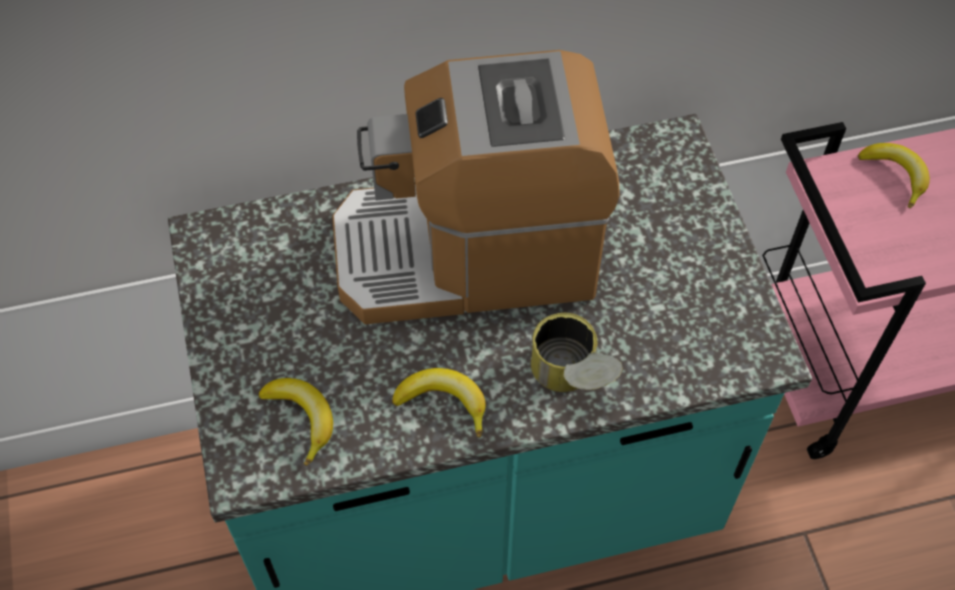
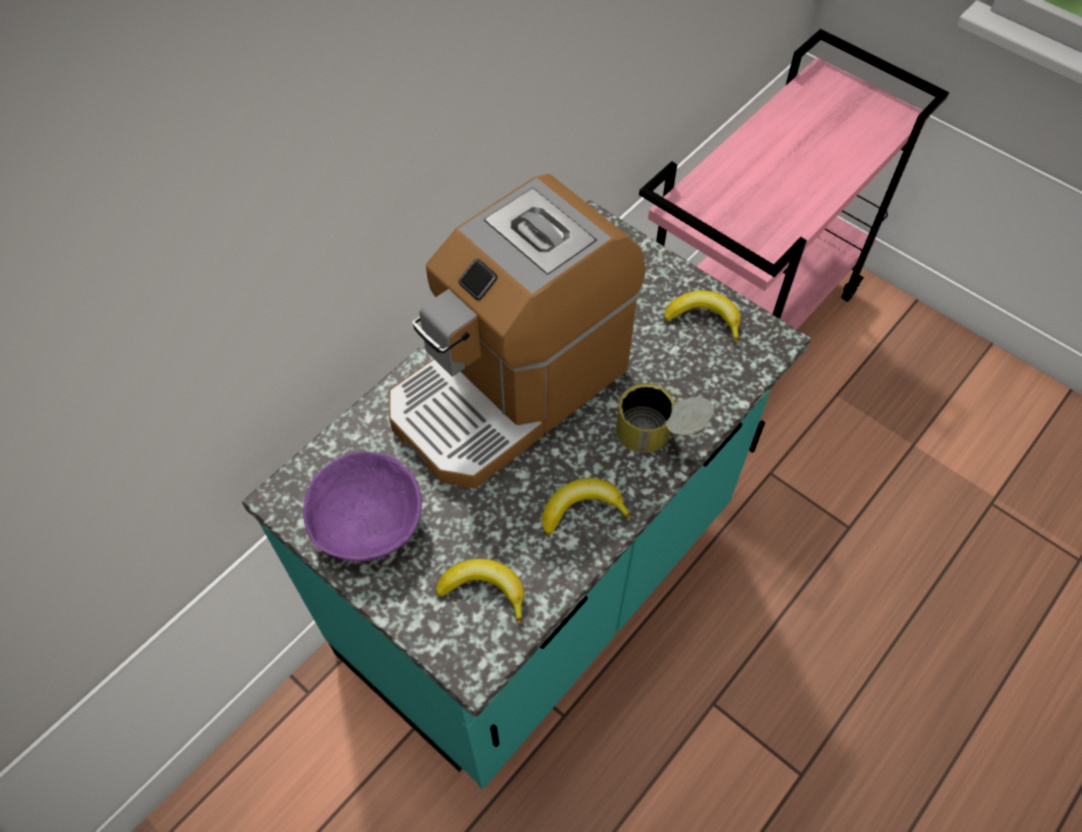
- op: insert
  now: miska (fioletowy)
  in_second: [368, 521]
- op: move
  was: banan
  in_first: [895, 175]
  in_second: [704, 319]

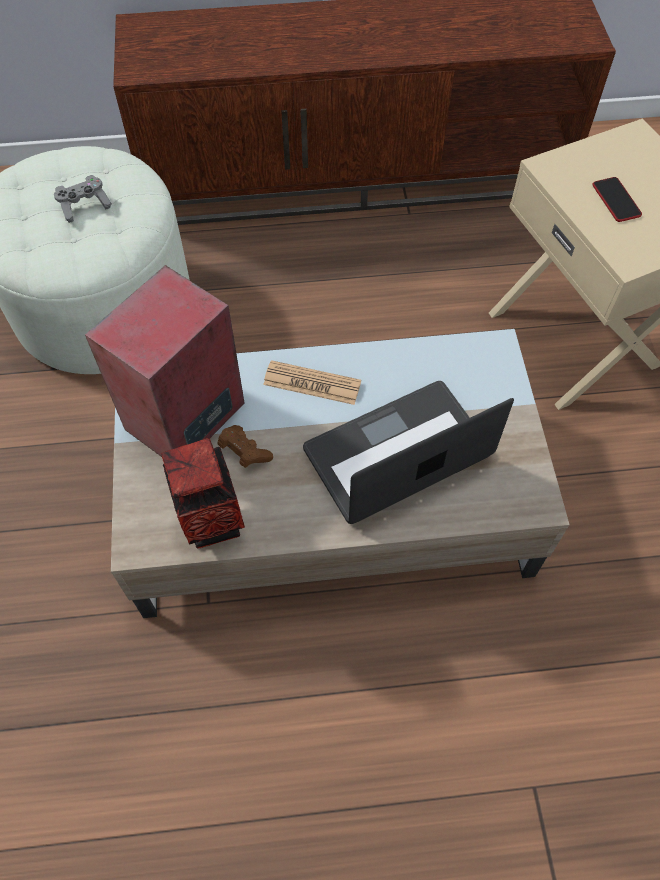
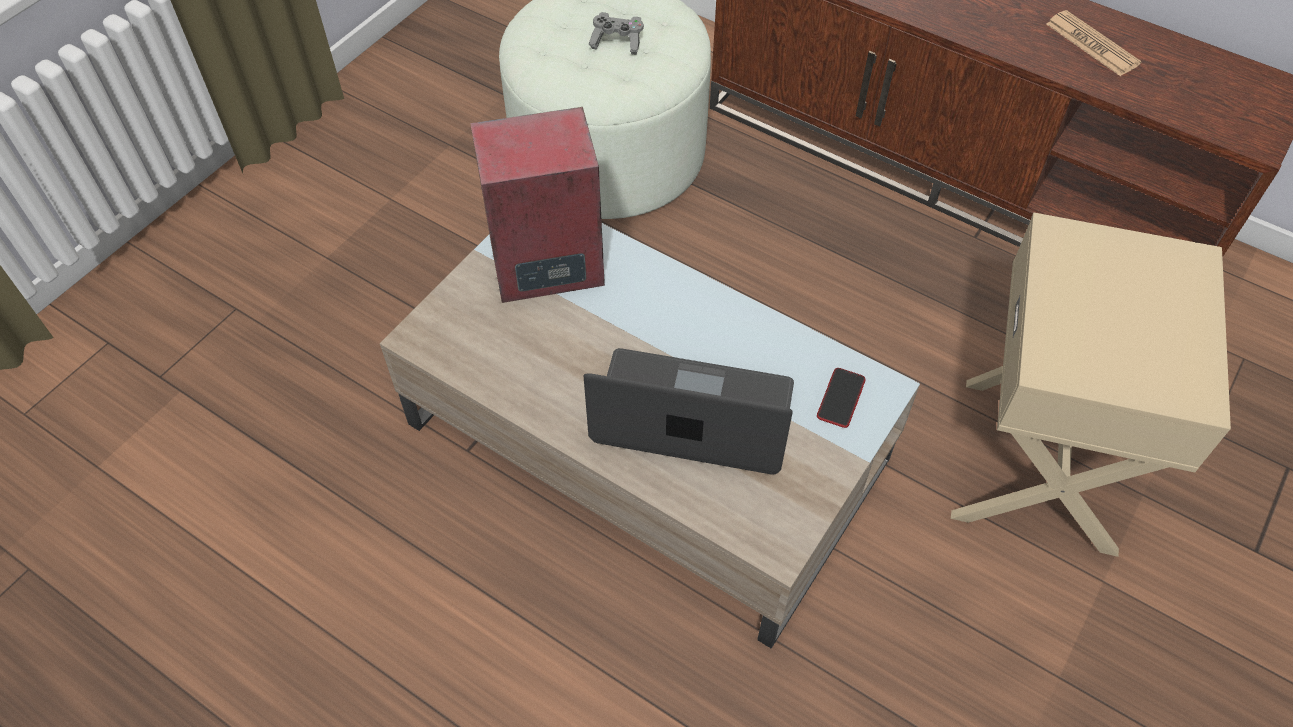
- op: delete
  was: wazon
  in_first: [212, 524]
- op: delete
  was: pad do gier (brązowy)
  in_first: [244, 452]
- op: move
  was: gazeta
  in_first: [312, 383]
  in_second: [1092, 44]
- op: move
  was: telefon
  in_first: [616, 200]
  in_second: [841, 398]

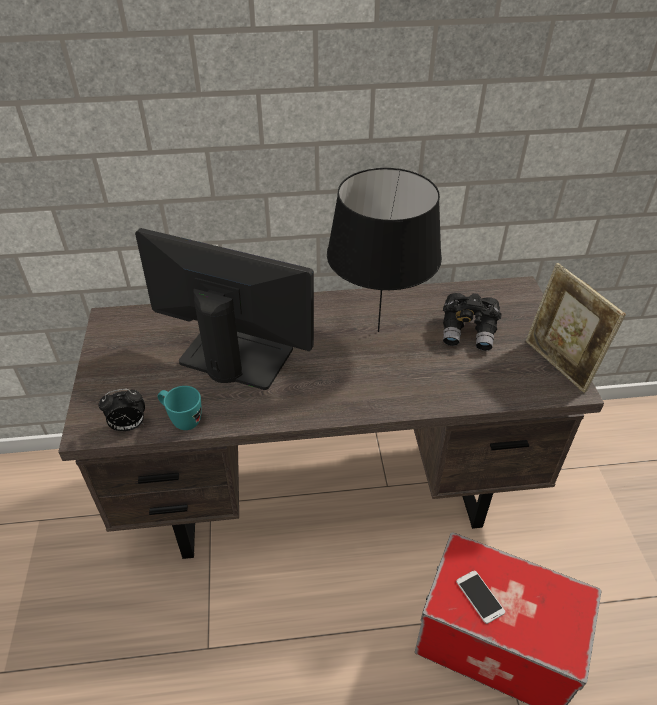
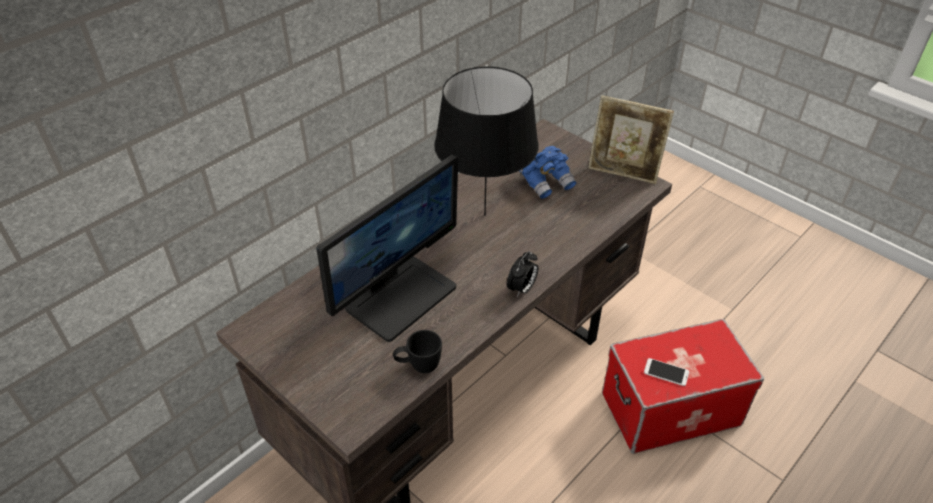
- op: move
  was: budzik
  in_first: [128, 426]
  in_second: [522, 289]
- op: recolor
  was: kubek (turkusowy)
  now: kubek (czarny)
  in_first: [182, 420]
  in_second: [418, 366]
- op: recolor
  was: lornetka (czarny)
  now: lornetka (niebieski)
  in_first: [468, 332]
  in_second: [546, 182]
- op: rotate
  was: monitor
  in_first: [234, 357]
  in_second: [400, 296]
  clockwise: 150

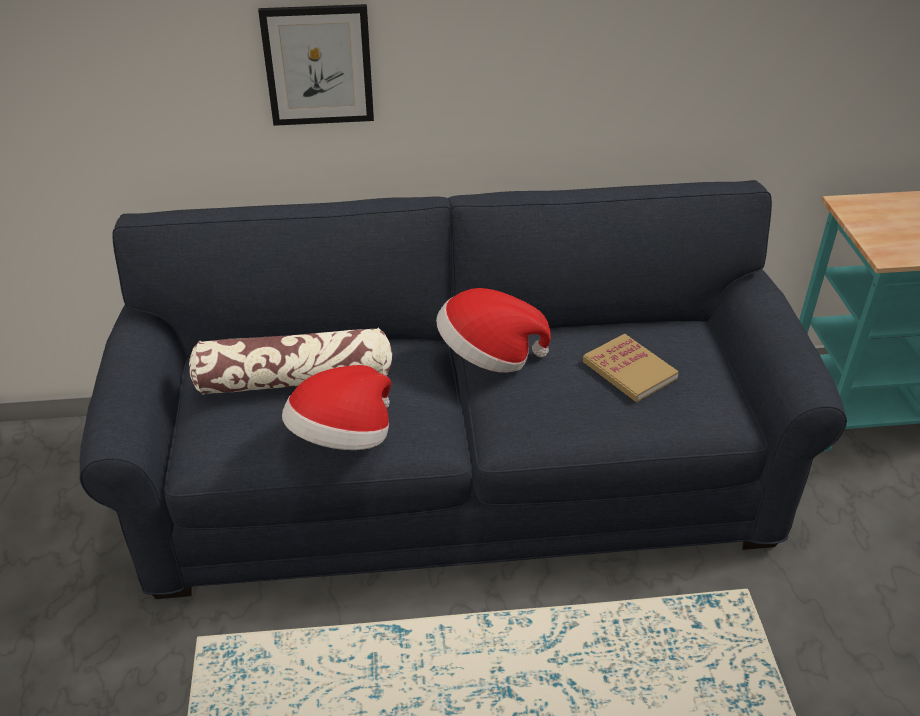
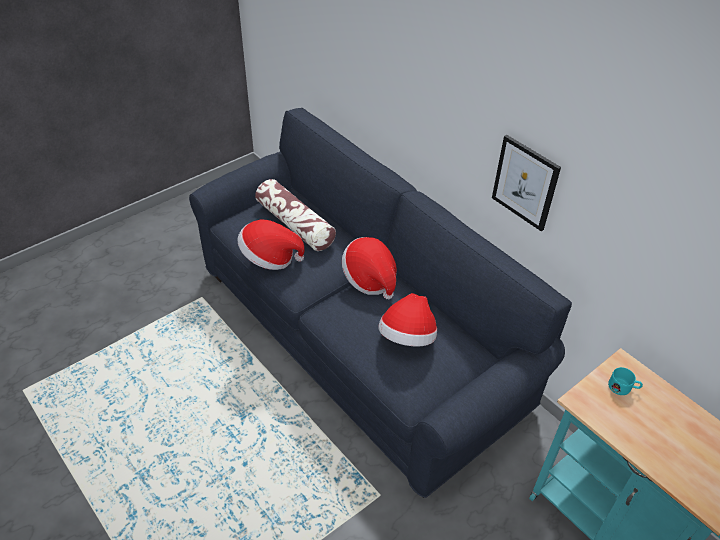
- op: insert
  now: kubek (turkusowy)
  in_second: [623, 388]
- op: move
  was: obraz
  in_first: [318, 65]
  in_second: [525, 182]
- op: replace
  was: książka
  now: kapelusz
  in_first: [629, 370]
  in_second: [407, 338]

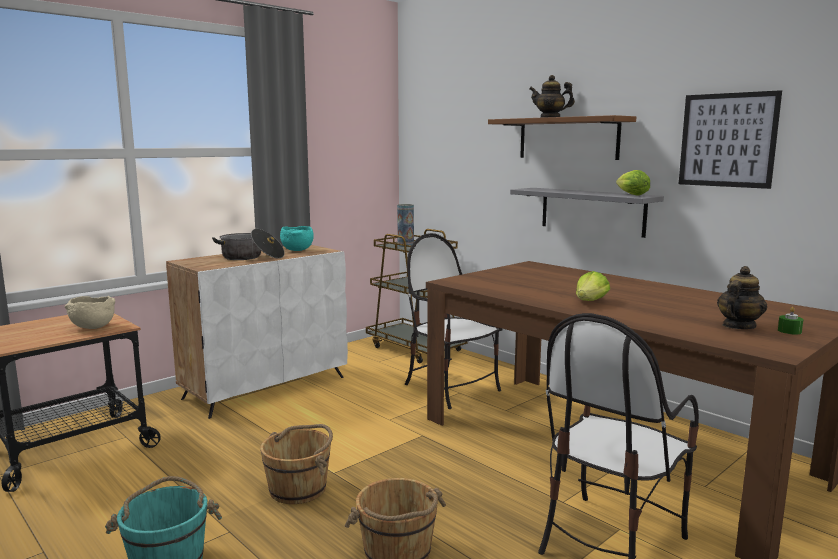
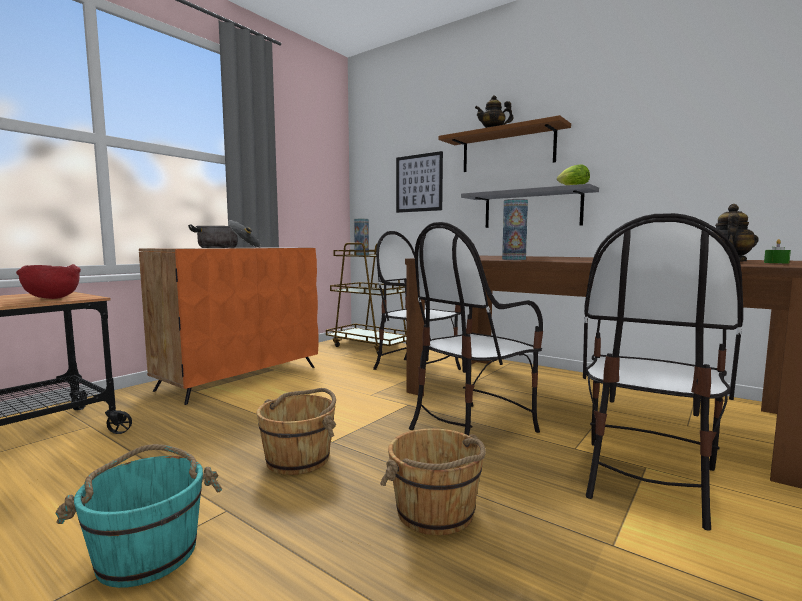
- op: delete
  was: miska (turkusowy)
  in_first: [297, 250]
- op: delete
  was: sałata
  in_first: [590, 302]
- op: insert
  now: krzesło
  in_second: [471, 428]
- op: insert
  now: wazon
  in_second: [513, 259]
- op: move
  was: obraz
  in_first: [727, 140]
  in_second: [419, 183]
- op: recolor
  was: miska (beżowy)
  now: miska (czerwony)
  in_first: [92, 328]
  in_second: [51, 298]
- op: recolor
  was: szafka (biały)
  now: szafka (pomarańczowy)
  in_first: [266, 387]
  in_second: [241, 378]

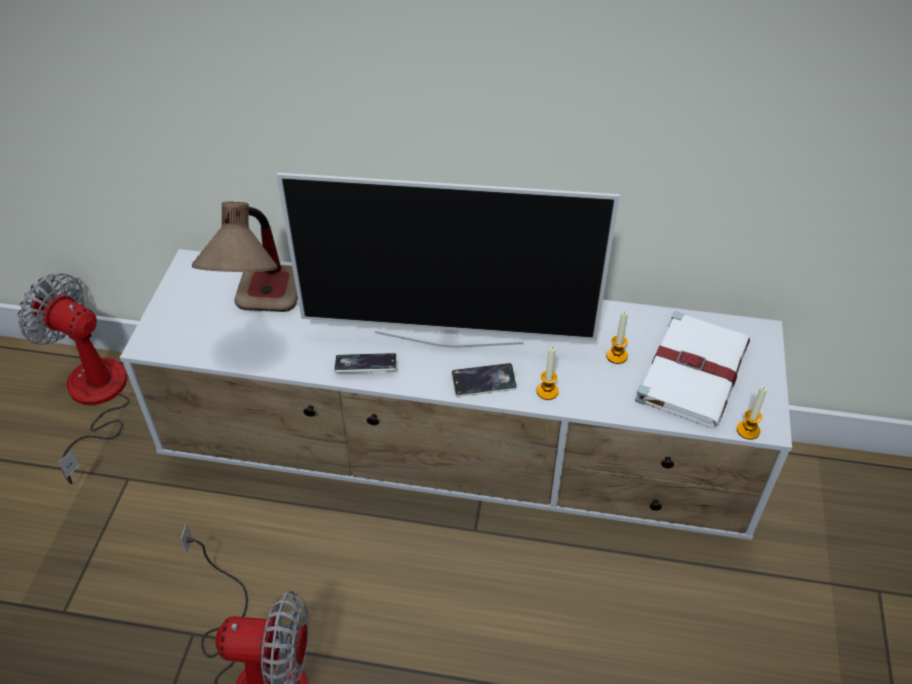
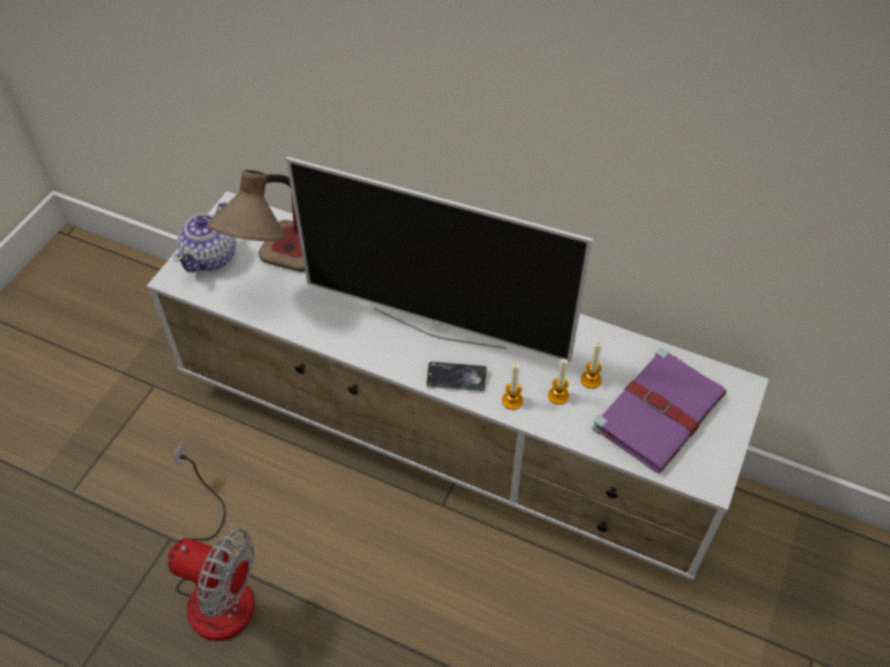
- op: delete
  was: wentylator
  in_first: [94, 400]
- op: delete
  was: telefon
  in_first: [366, 365]
- op: insert
  now: imbryk
  in_second: [211, 257]
- op: move
  was: świeca
  in_first: [748, 430]
  in_second: [558, 396]
- op: recolor
  was: książka (biały)
  now: książka (fioletowy)
  in_first: [693, 370]
  in_second: [659, 410]

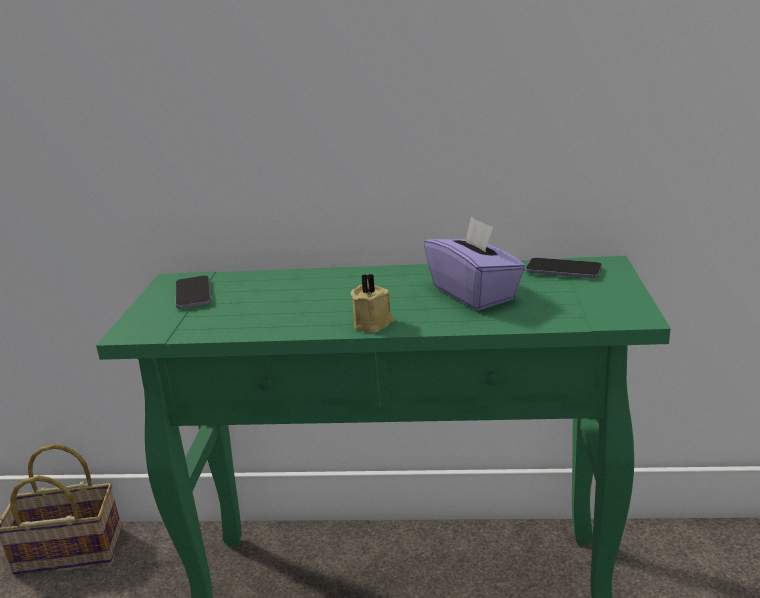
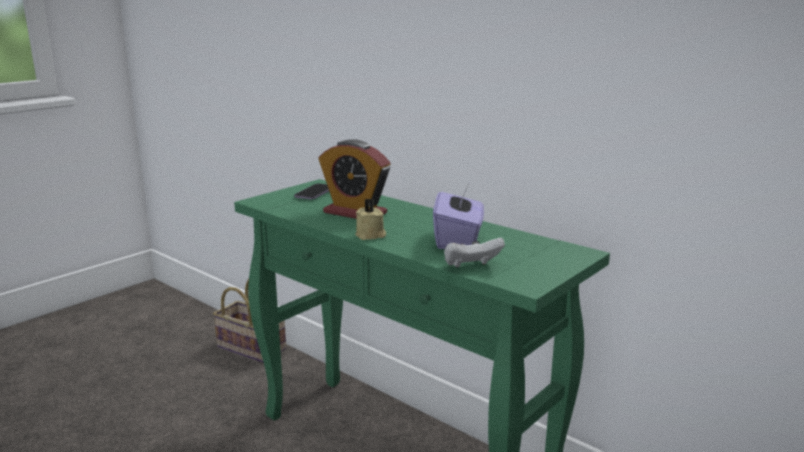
- op: delete
  was: telefon
  in_first: [563, 270]
- op: insert
  now: budzik
  in_second: [355, 213]
- op: insert
  now: pad do gier (biały)
  in_second: [471, 267]

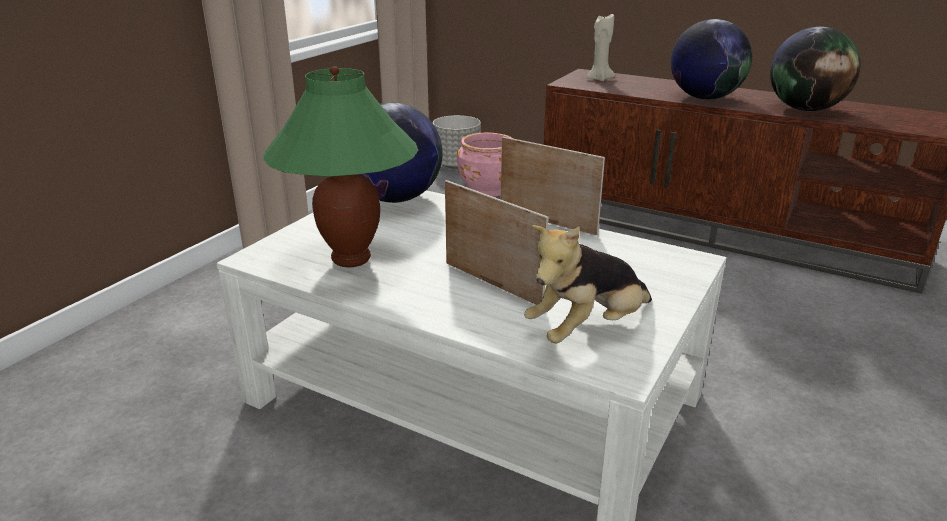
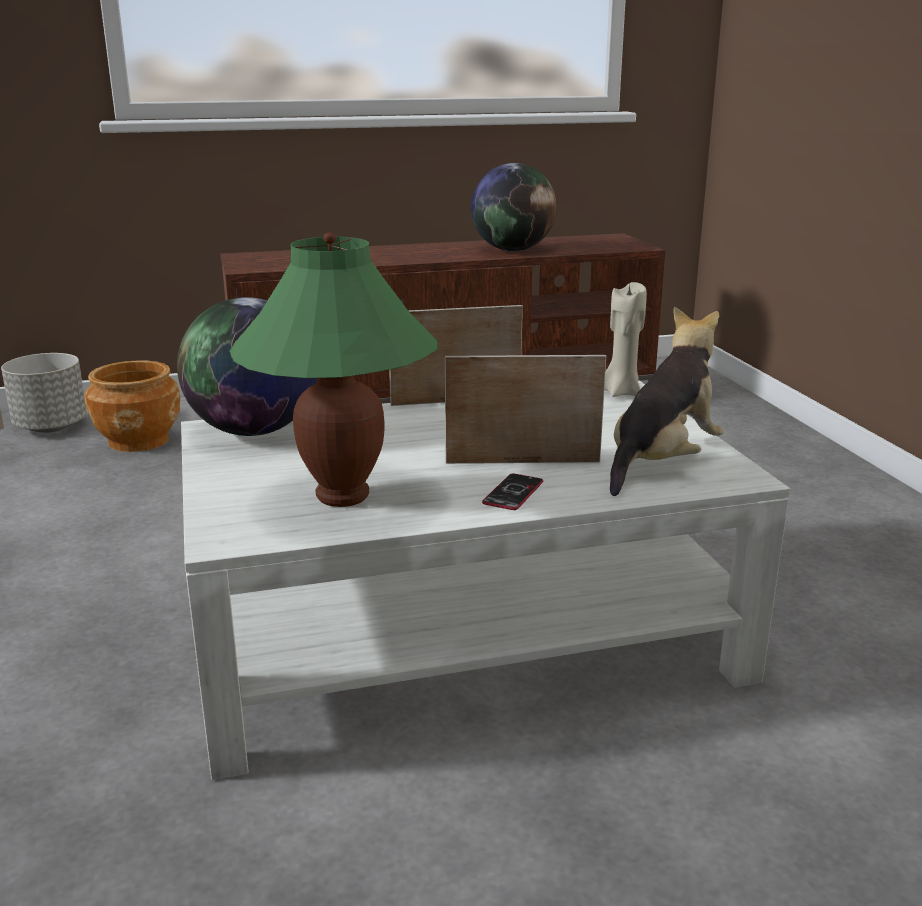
- op: delete
  was: globus
  in_first: [704, 98]
- op: insert
  now: telefon
  in_second: [513, 493]
- op: move
  was: świeca (beżowy)
  in_first: [599, 79]
  in_second: [621, 392]
- op: recolor
  was: donica (różowy)
  now: donica (brązowy)
  in_first: [487, 189]
  in_second: [139, 441]
- op: rotate
  was: pluszak
  in_first: [587, 329]
  in_second: [662, 462]
  clockwise: -150

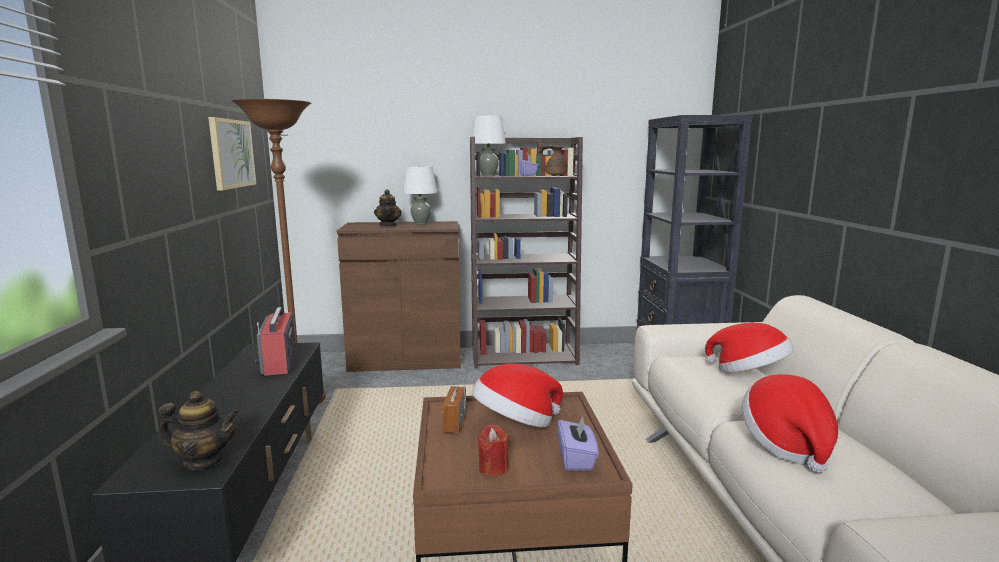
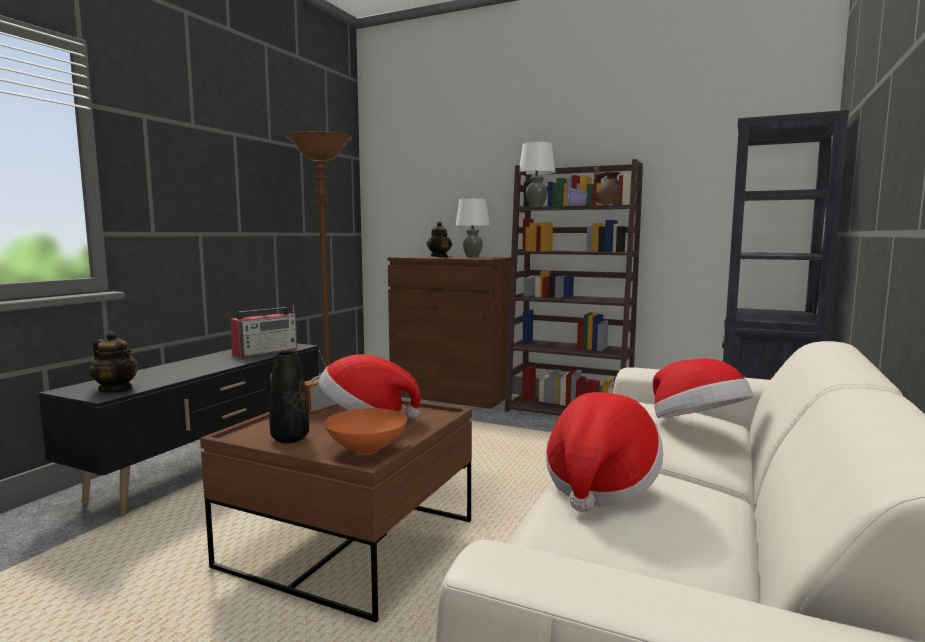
- op: delete
  was: obraz
  in_first: [231, 153]
- op: replace
  was: świeca (czerwony)
  now: wazon (czarny)
  in_first: [493, 468]
  in_second: [290, 438]
- op: replace
  was: pudełko chusteczek (fioletowy)
  now: miska (pomarańczowy)
  in_first: [576, 459]
  in_second: [367, 449]
- op: rotate
  was: radio
  in_first: [279, 362]
  in_second: [266, 351]
  clockwise: -150

